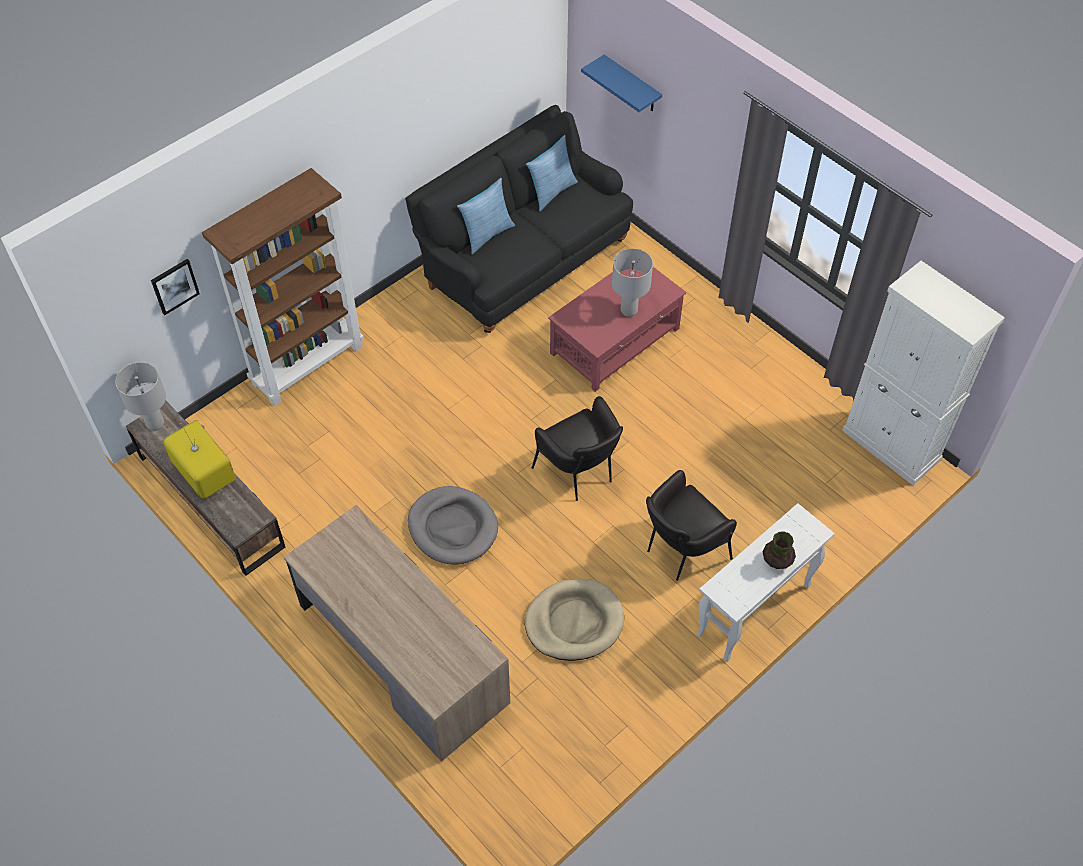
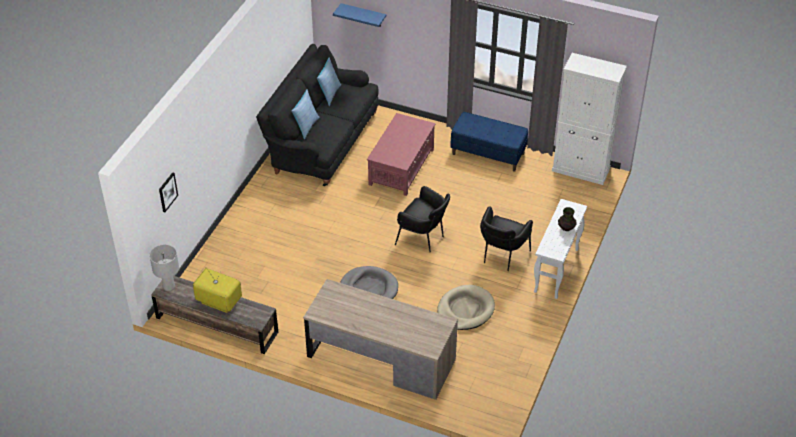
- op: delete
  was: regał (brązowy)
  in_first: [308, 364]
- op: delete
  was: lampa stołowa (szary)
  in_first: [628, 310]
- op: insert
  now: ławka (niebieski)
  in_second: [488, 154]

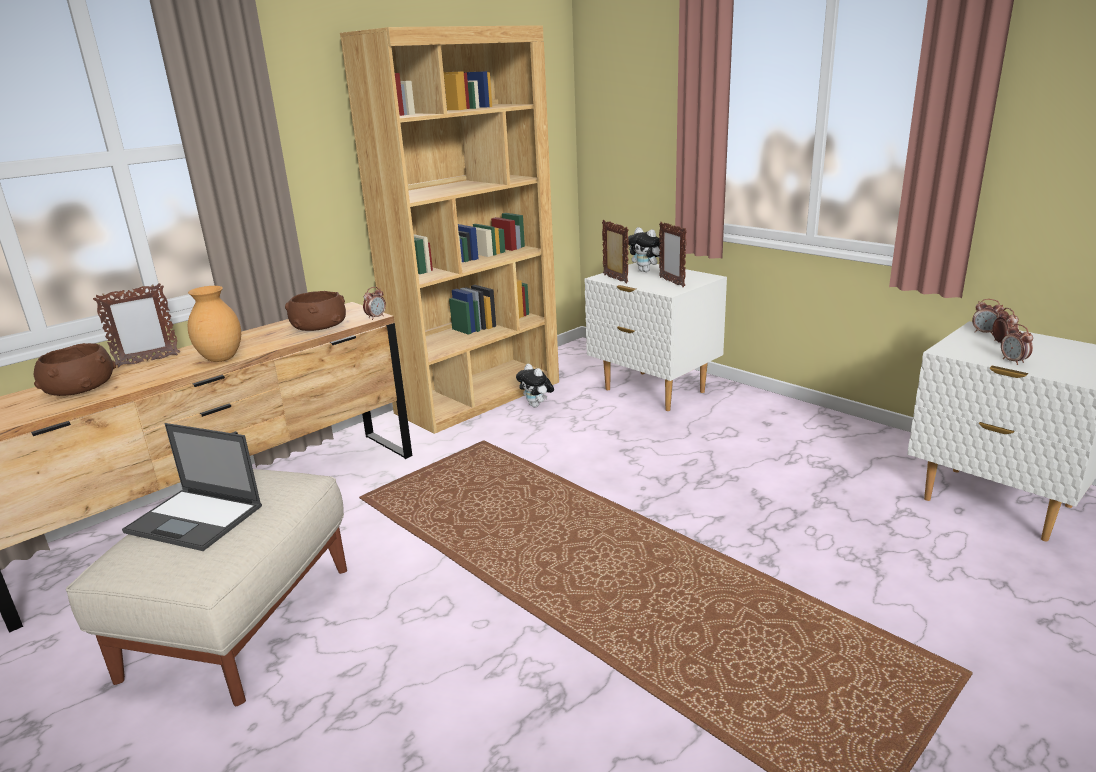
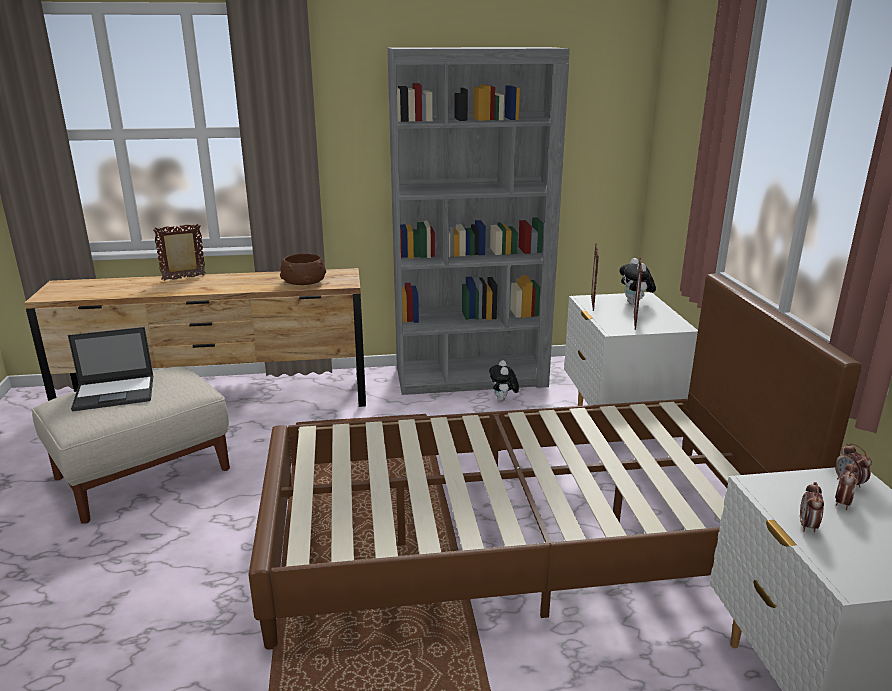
- op: delete
  was: miska (brązowy)
  in_first: [80, 388]
- op: delete
  was: wazon (brązowy)
  in_first: [221, 359]
- op: delete
  was: budzik
  in_first: [376, 317]
- op: insert
  now: łóżko (brązowy)
  in_second: [516, 540]
- op: recolor
  was: regał (brązowy)
  now: regał (szary)
  in_first: [479, 397]
  in_second: [471, 377]
- op: rotate
  was: ramka na zdjęcie
  in_first: [147, 361]
  in_second: [184, 278]
  clockwise: 150
- op: rotate
  was: laptop
  in_first: [196, 519]
  in_second: [116, 393]
  clockwise: -75

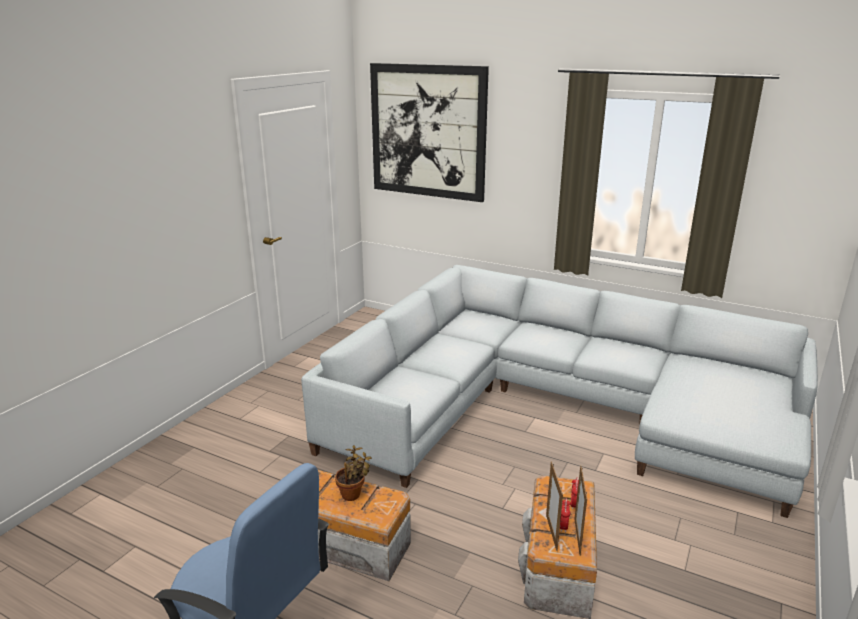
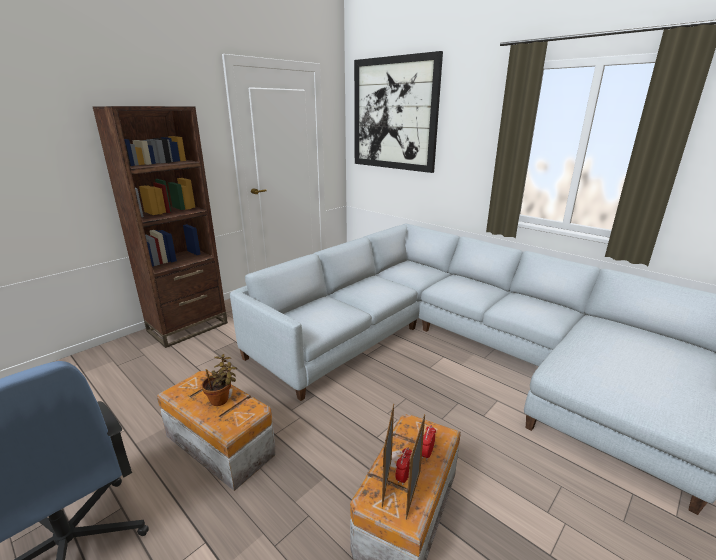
- op: insert
  now: regał (brązowy)
  in_second: [188, 327]

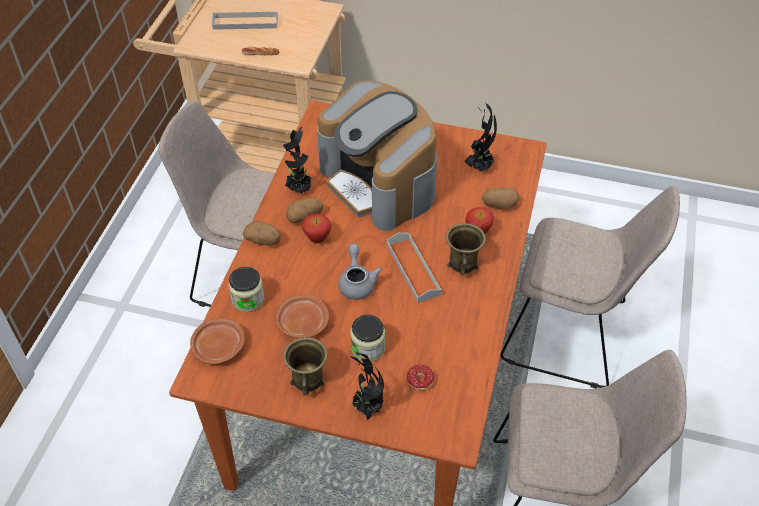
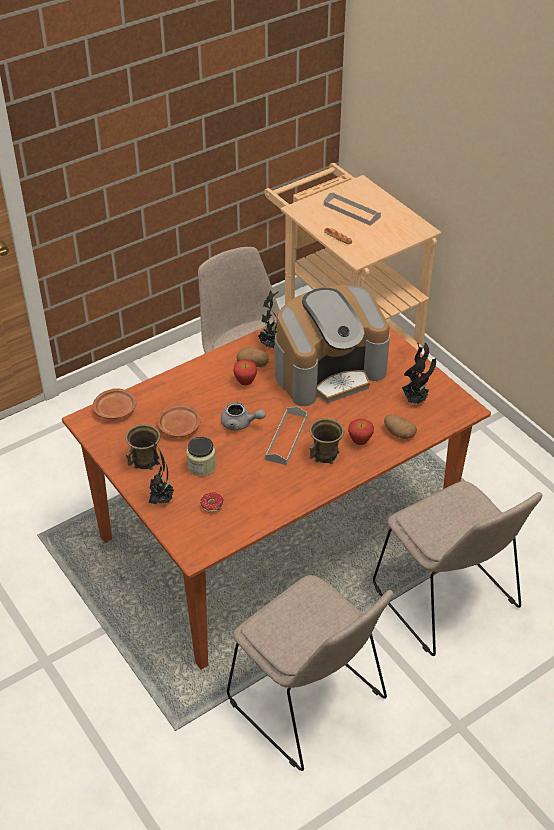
- op: delete
  was: słoik
  in_first: [248, 299]
- op: delete
  was: ziemniak
  in_first: [263, 241]
- op: rotate
  was: ekspres do kawy
  in_first: [380, 183]
  in_second: [329, 371]
  clockwise: -120
- op: rotate
  was: imbryk (szary)
  in_first: [357, 282]
  in_second: [240, 424]
  clockwise: 75

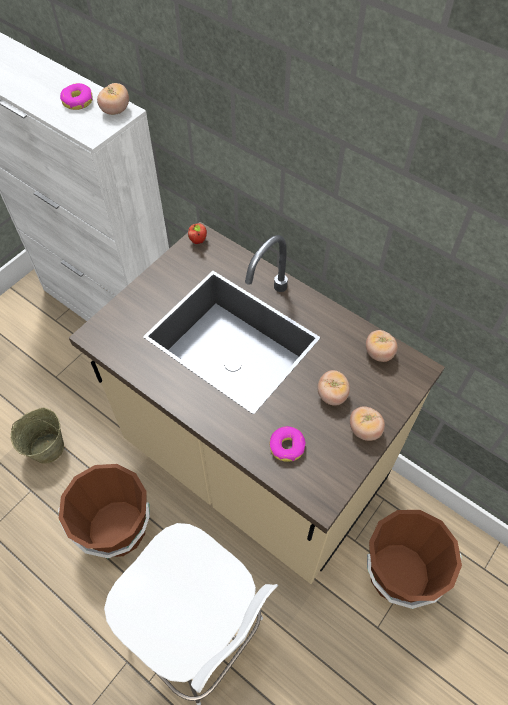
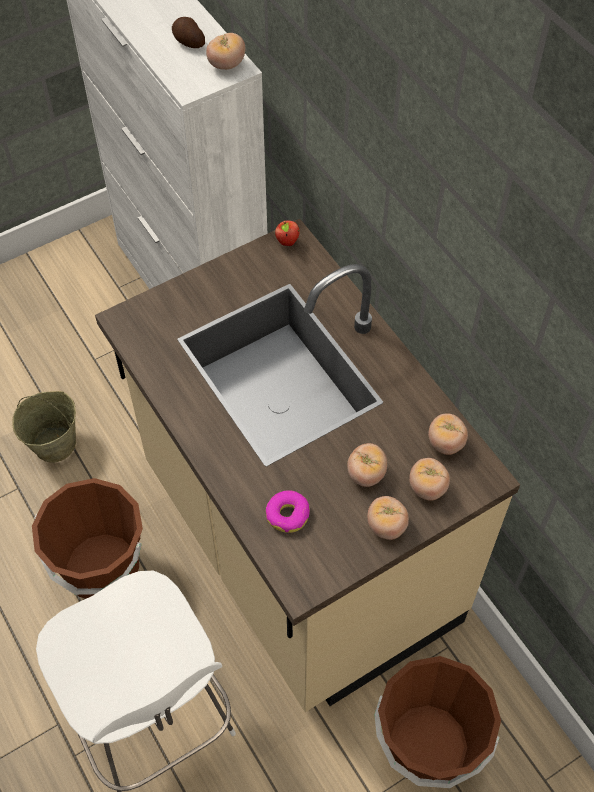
- op: insert
  now: pomidor
  in_second: [427, 487]
- op: replace
  was: donut
  now: ziemniak
  in_first: [77, 101]
  in_second: [188, 42]

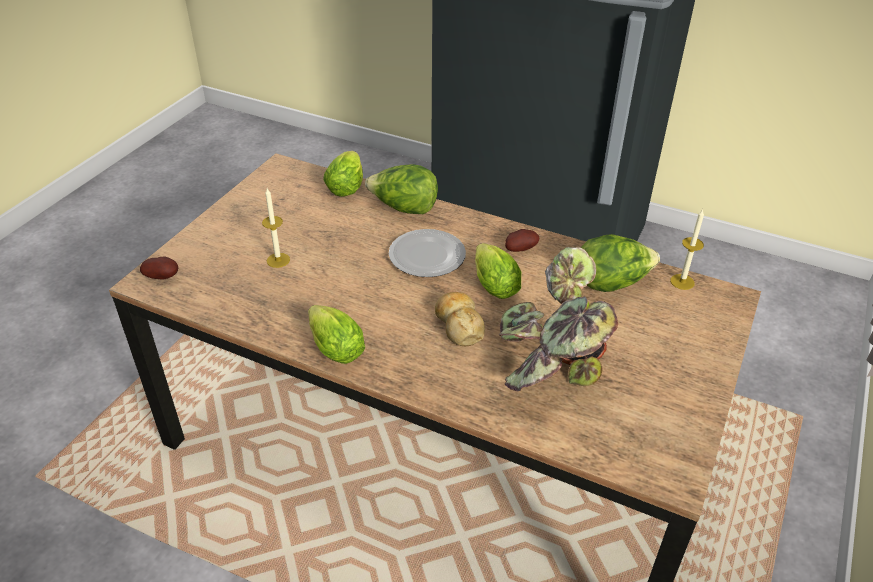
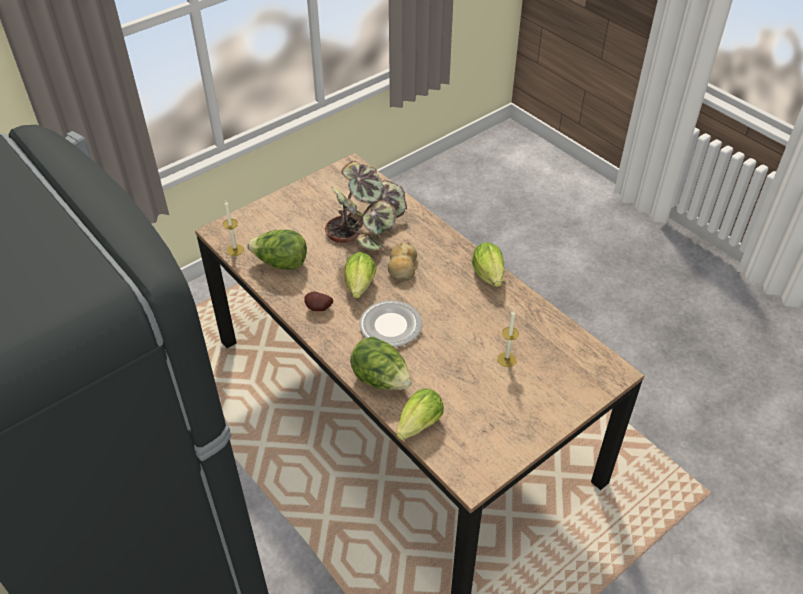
- op: delete
  was: ziemniak
  in_first: [163, 277]

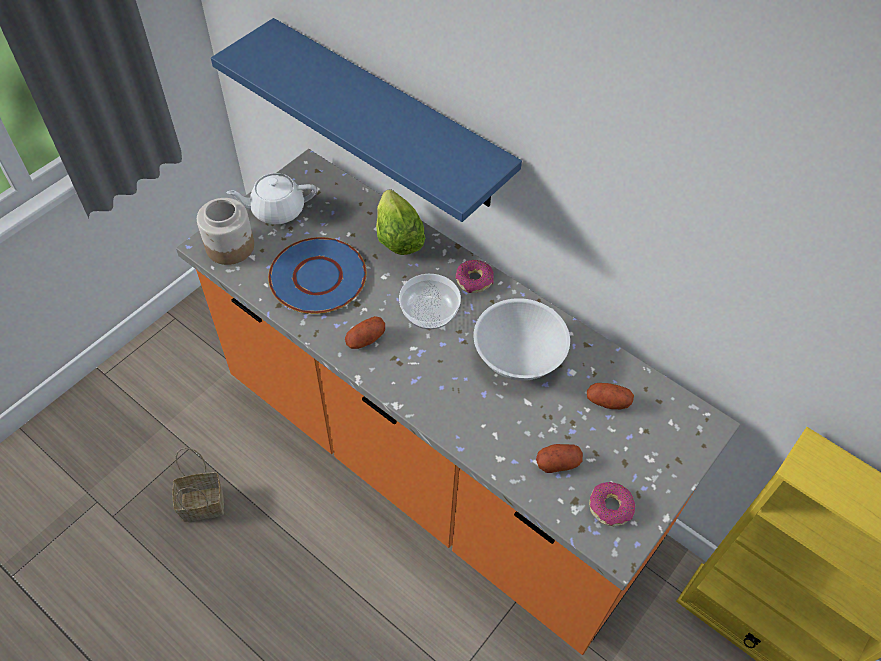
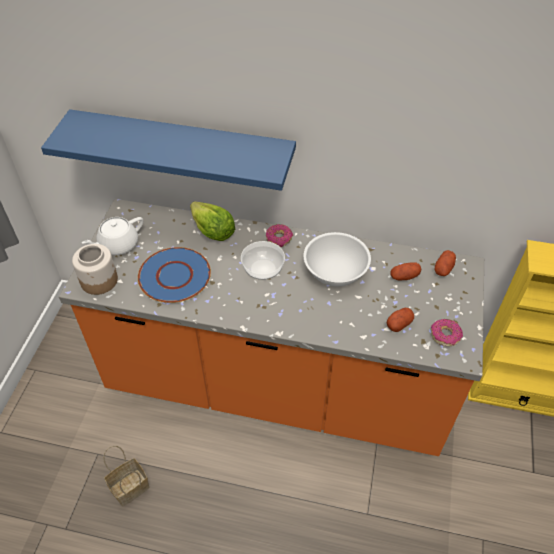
- op: move
  was: ziemniak
  in_first: [365, 339]
  in_second: [443, 268]

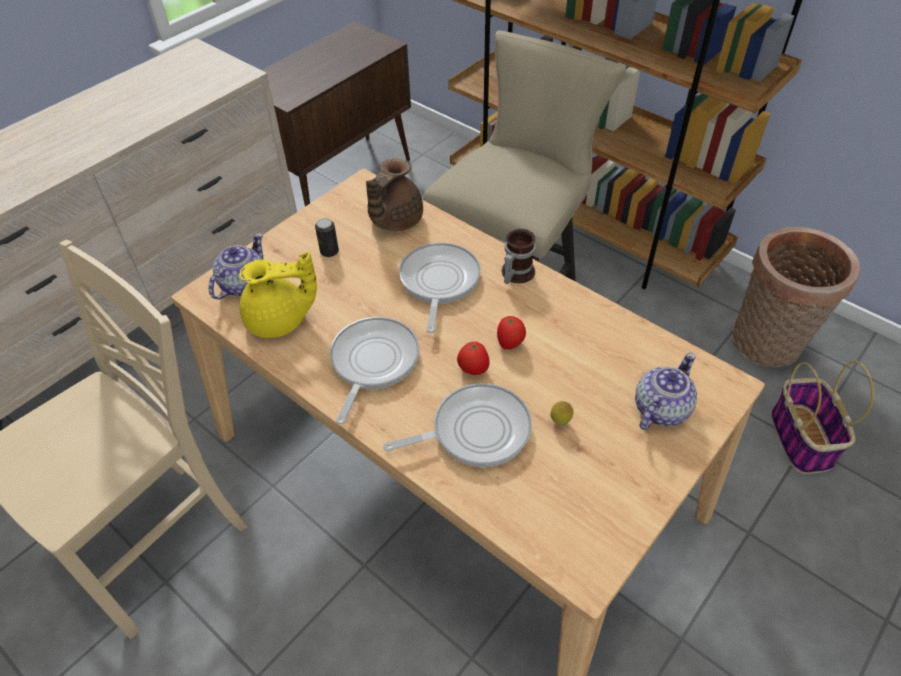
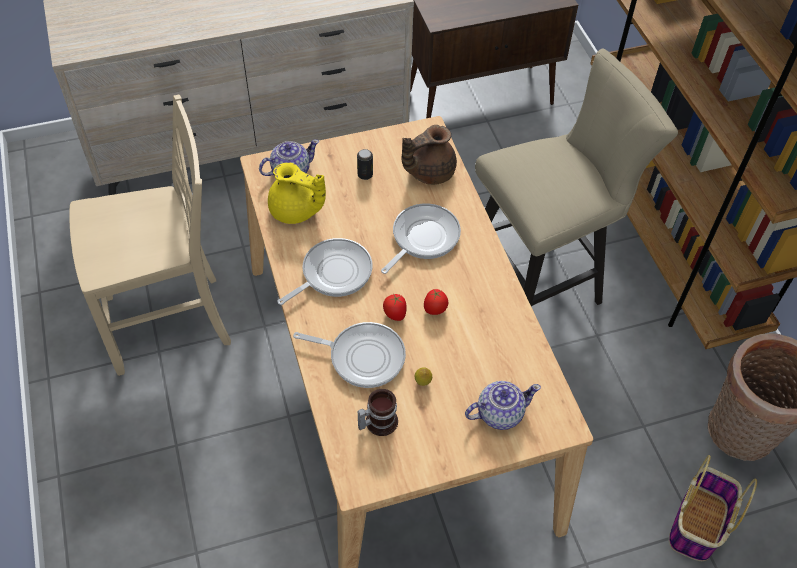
- op: move
  was: kubek
  in_first: [515, 273]
  in_second: [378, 421]

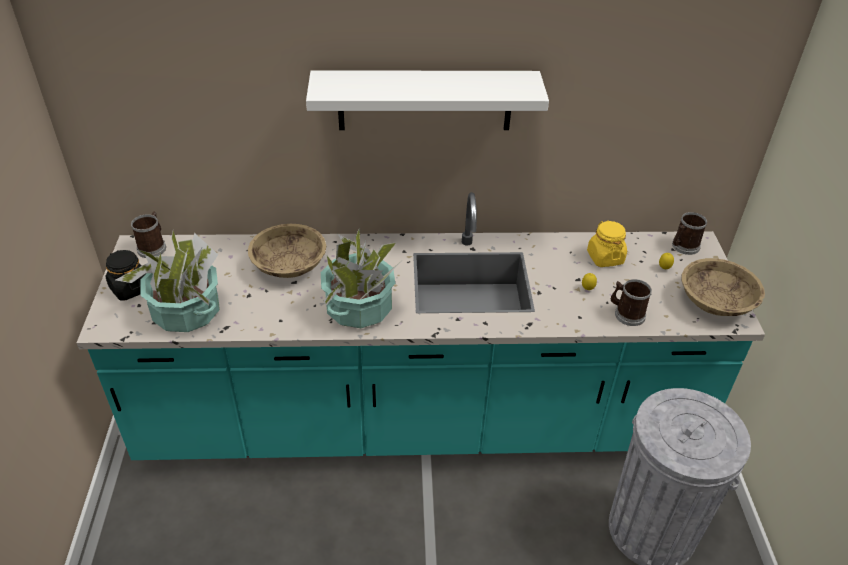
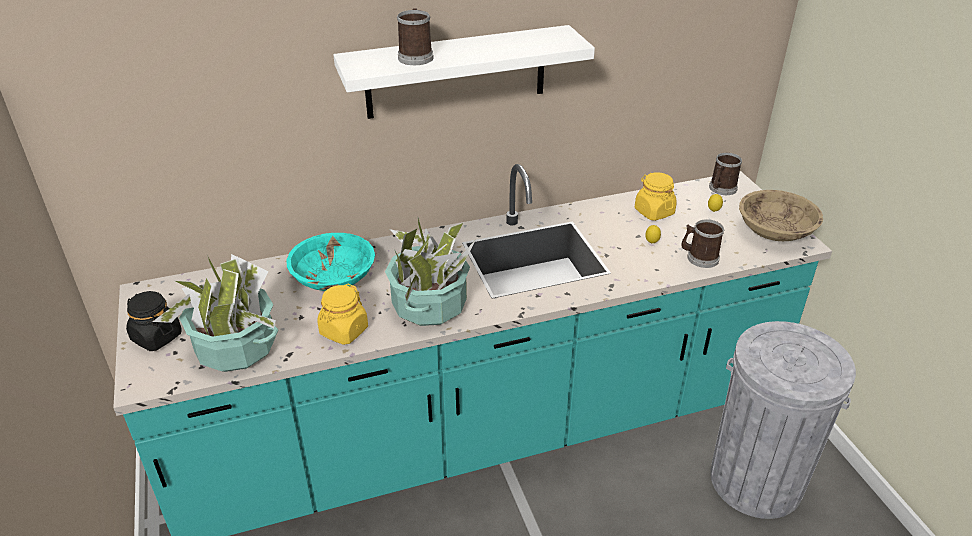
- op: insert
  now: słoik (żółty)
  in_second: [343, 331]
- op: move
  was: kubek
  in_first: [153, 247]
  in_second: [416, 56]
- op: recolor
  was: miska (beżowy)
  now: miska (turkusowy)
  in_first: [289, 266]
  in_second: [334, 279]

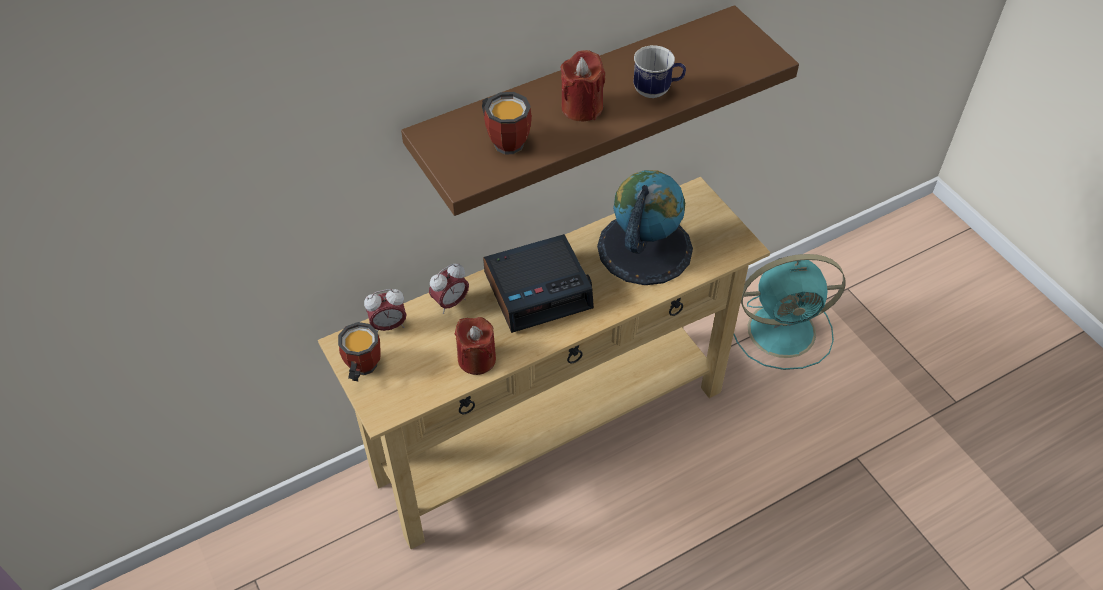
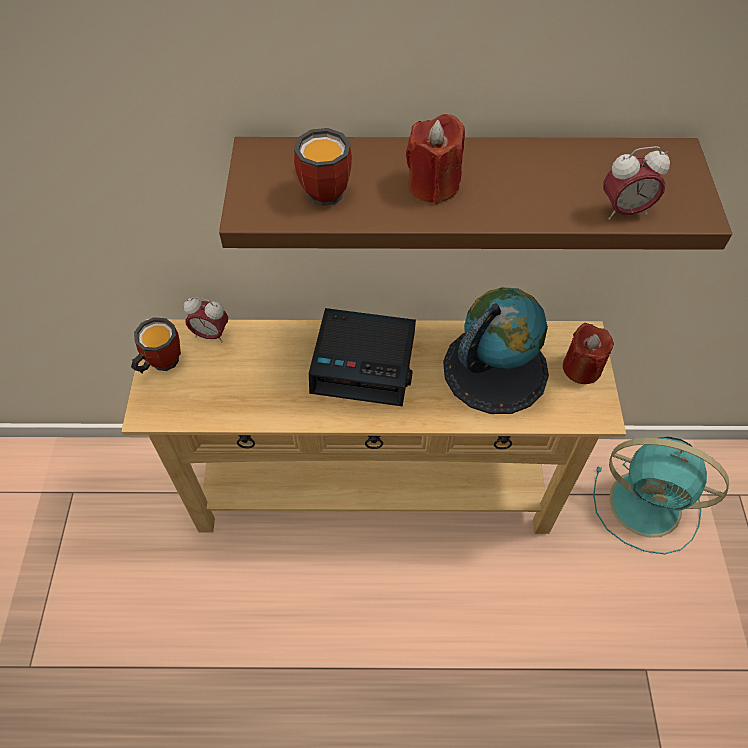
- op: delete
  was: kubek
  in_first: [657, 91]
- op: move
  was: budzik
  in_first: [450, 303]
  in_second: [624, 211]
- op: move
  was: świeca (czerwony)
  in_first: [476, 359]
  in_second: [581, 368]

